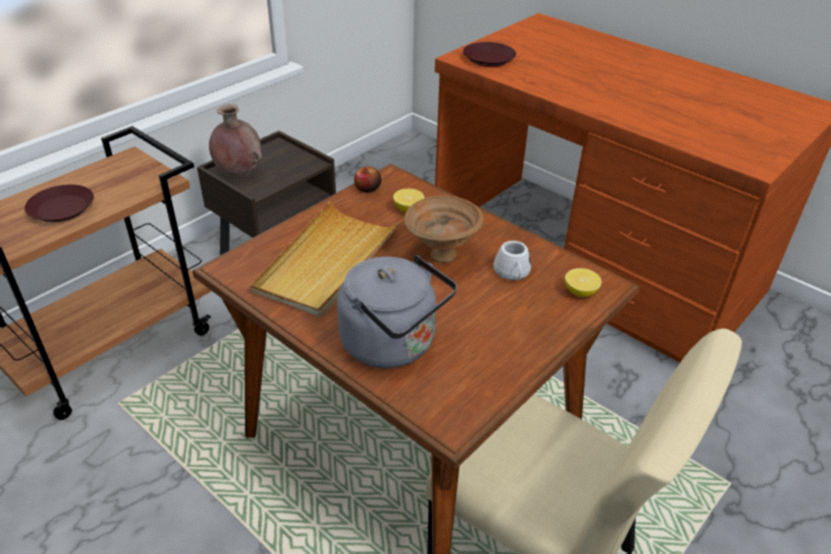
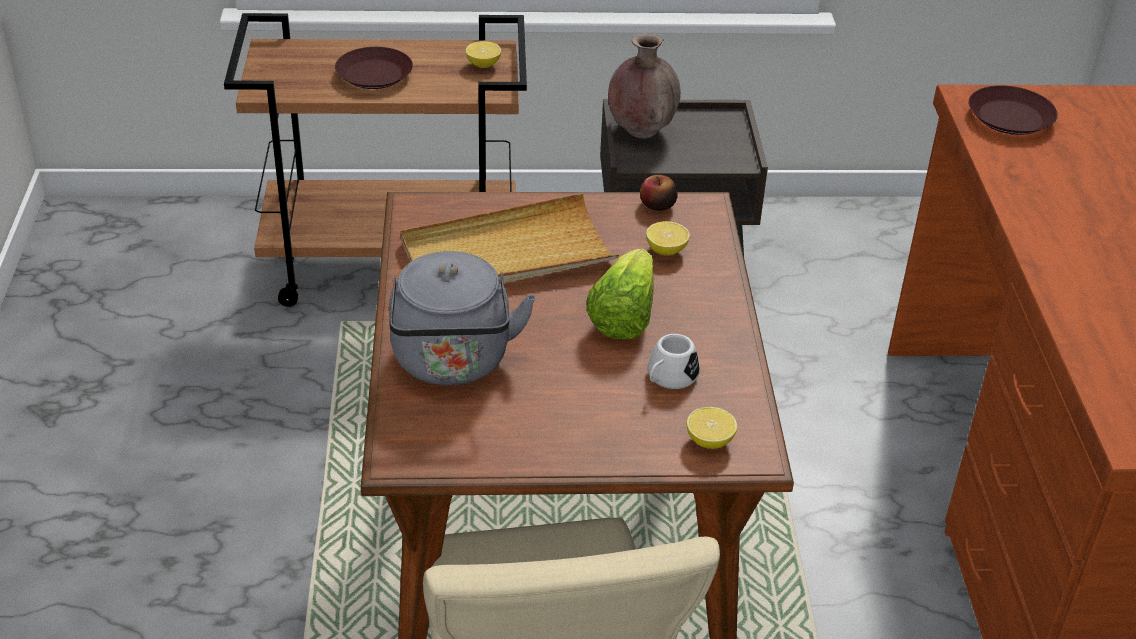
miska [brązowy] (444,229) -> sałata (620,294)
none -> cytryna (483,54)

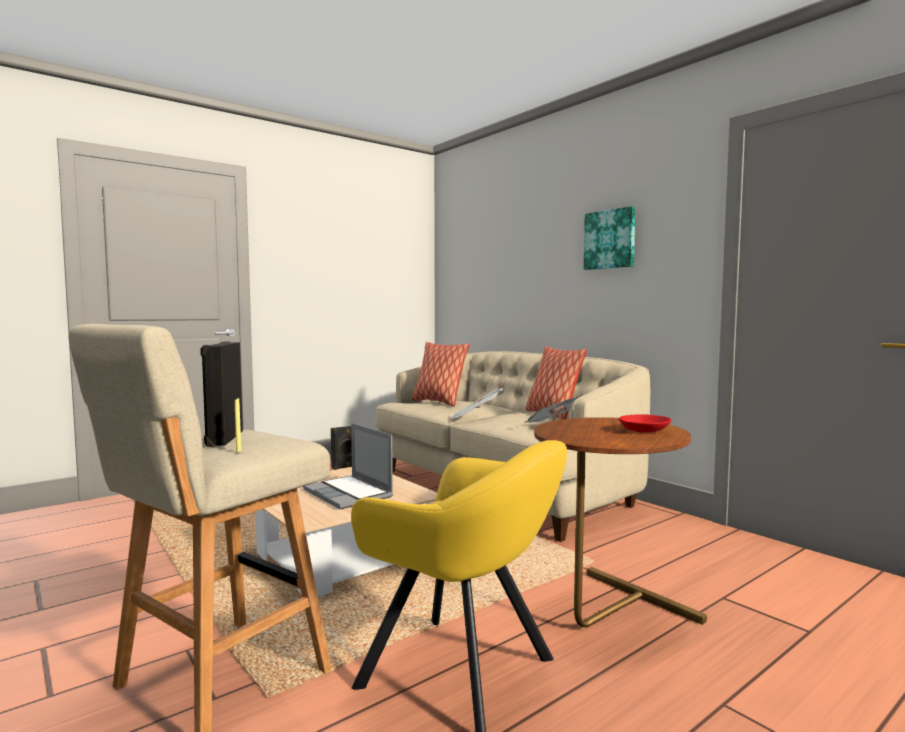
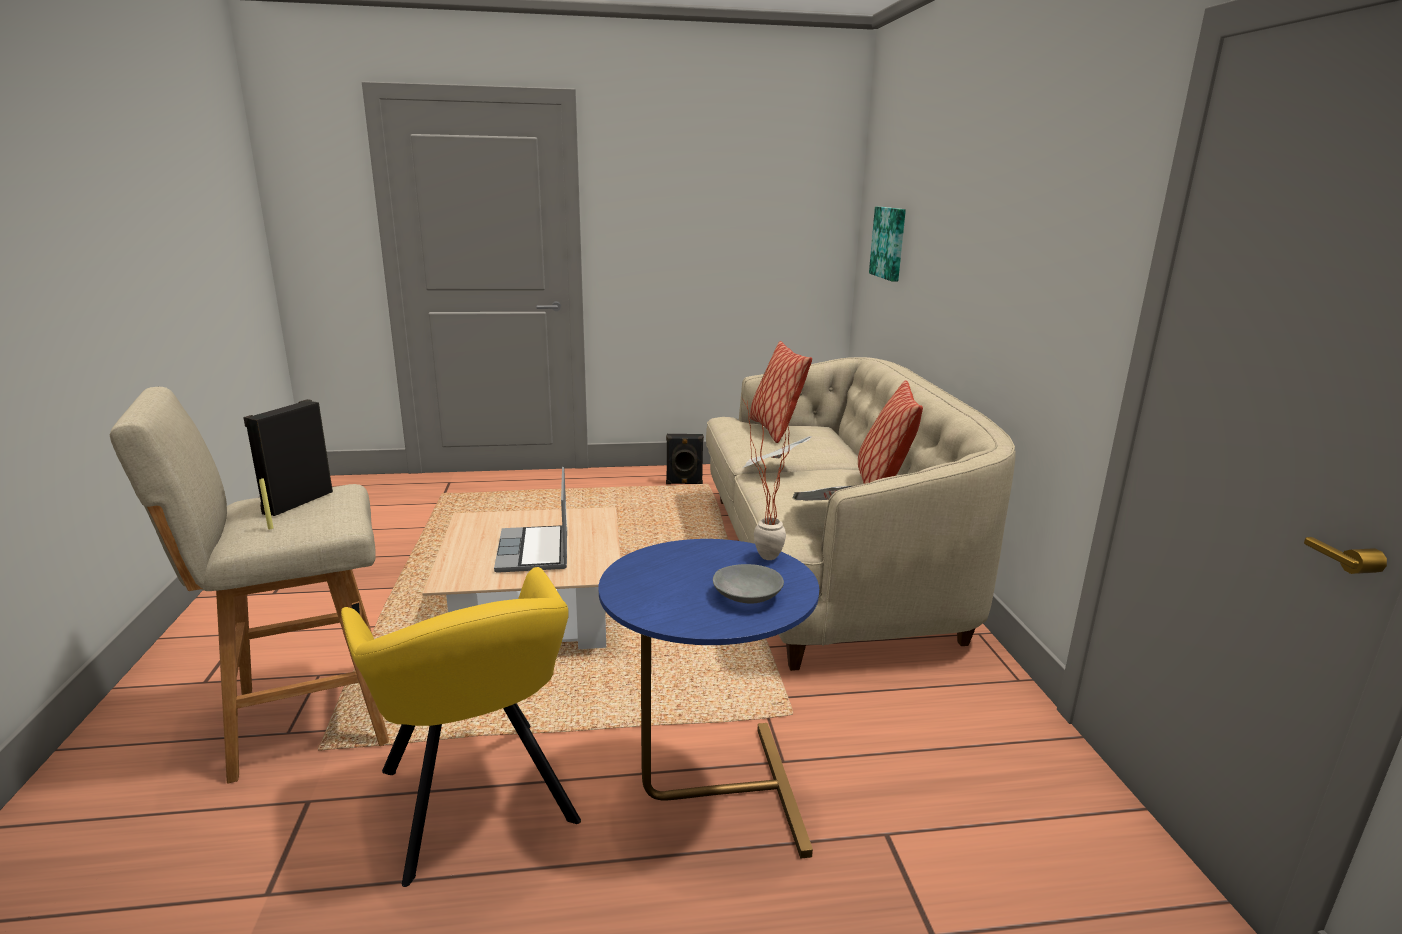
obraz (609,238) -> obraz (887,244), shifted
miska [czerwony] (645,423) -> miska [szary] (748,583)
stolik [brązowy] (620,522) -> stolik [niebieski] (709,699)
none -> roślina doniczkowa (766,463)

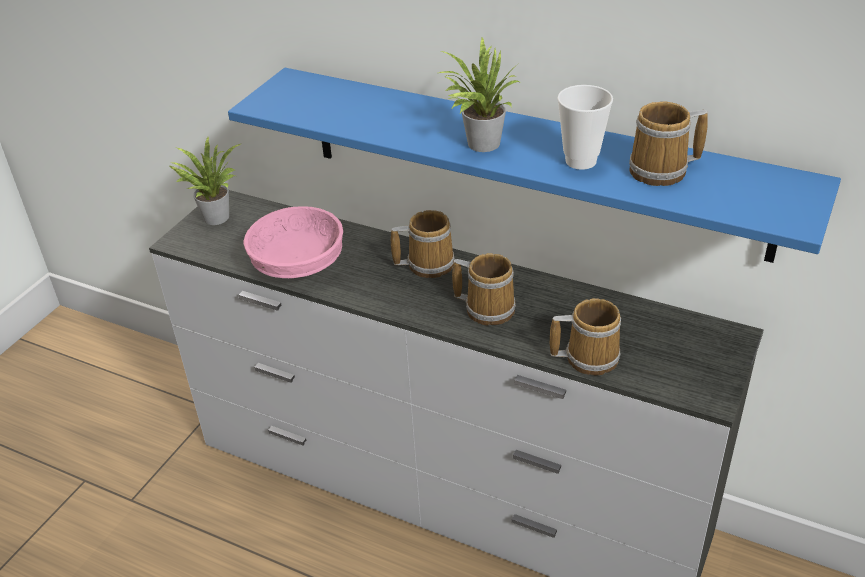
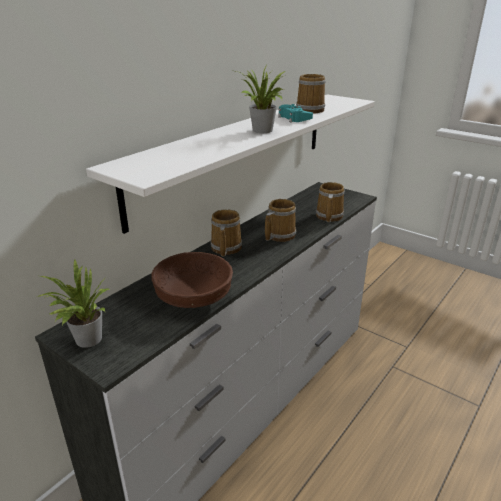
półka [niebieski] (534,165) -> półka [biały] (230,164)
filiżanka (585,127) -> pad do gier [turkusowy] (295,113)
miska [różowy] (293,242) -> miska [brązowy] (192,280)

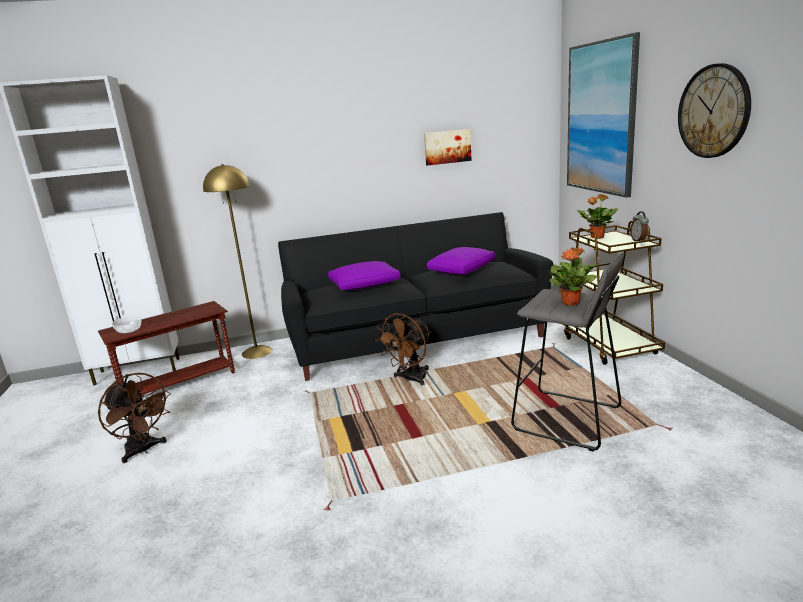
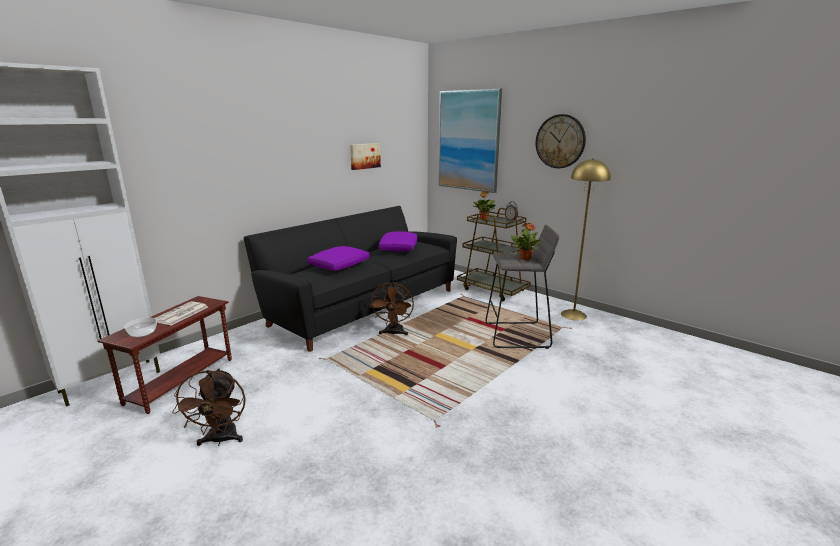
lampa stojąca [żółty] (237,261) -> lampa stojąca [żółty] (586,239), shifted
wentylator [brązowy] (134,418) -> wentylator [brązowy] (209,407), 75 degrees clockwise
none -> gazeta (181,313)

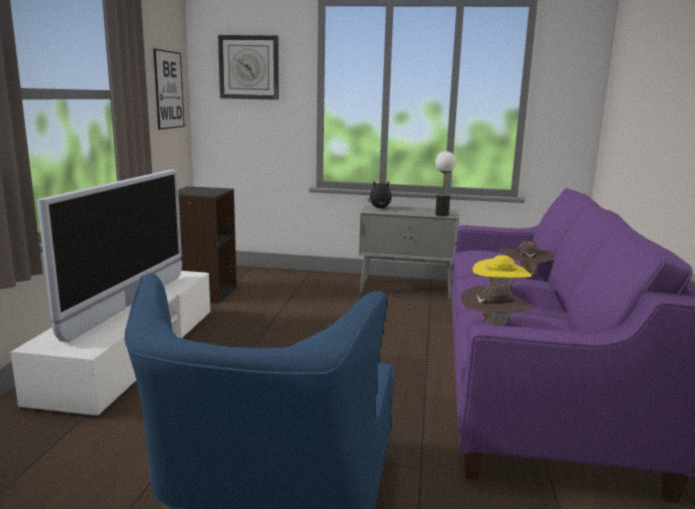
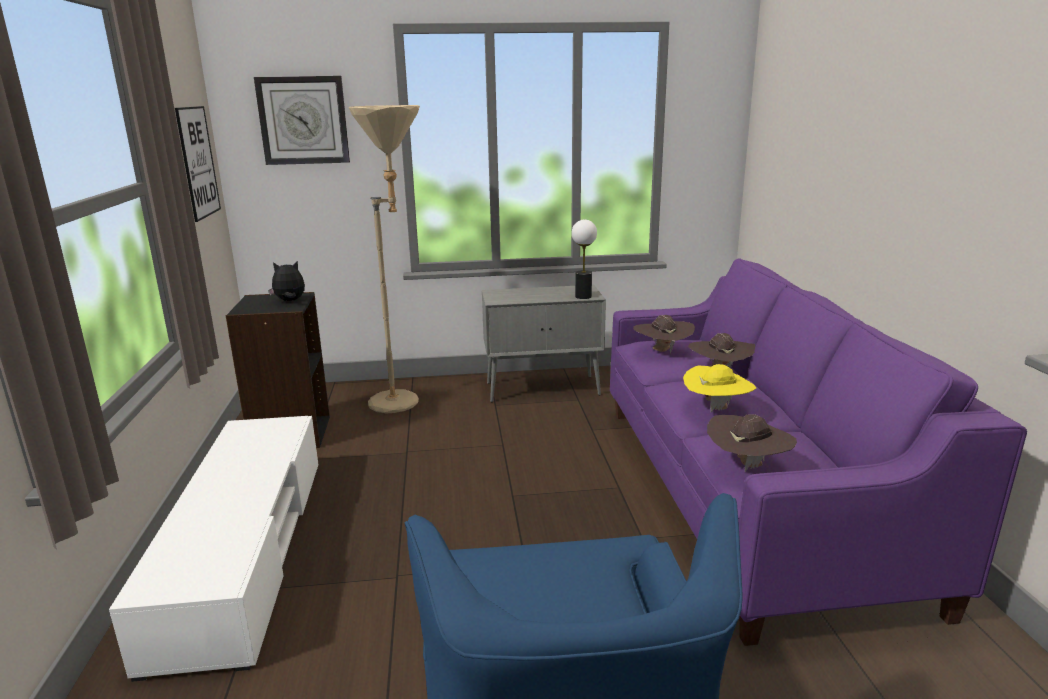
telewizor (109,255) -> none
pluszak (379,194) -> pluszak (286,281), shifted
none -> lampa stojąca [beżowy] (384,259)
none -> kapelusz [brązowy] (664,334)

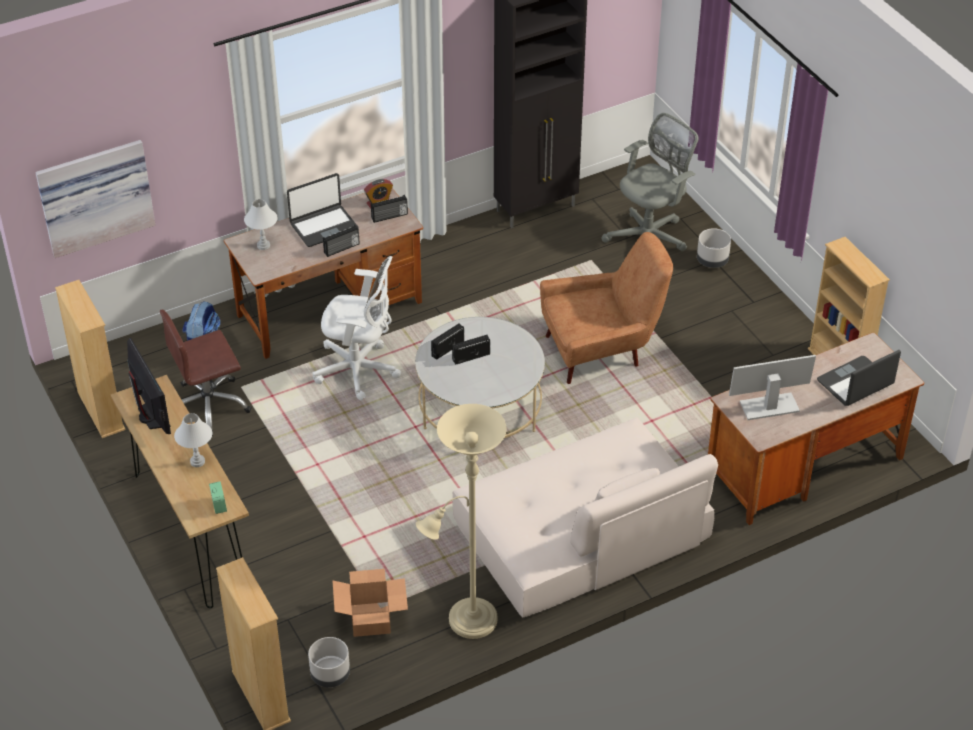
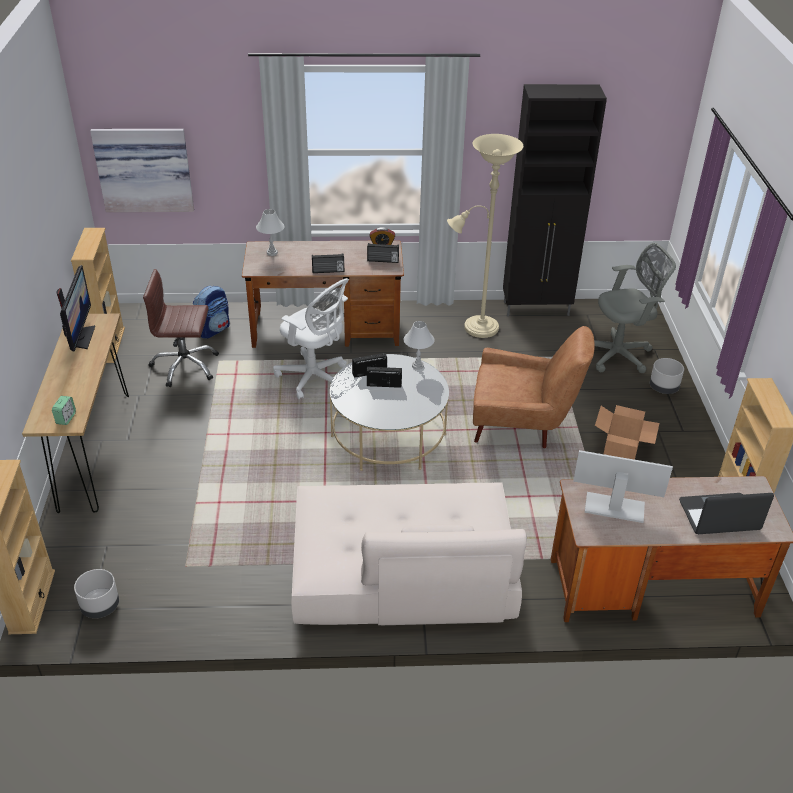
laptop (323,210) -> none
lampa stojąca [beżowy] (461,521) -> lampa stojąca [beżowy] (485,236), shifted
lampa stołowa [biały] (193,440) -> lampa stołowa [biały] (419,345), shifted
karton (370,603) -> karton (627,432), shifted

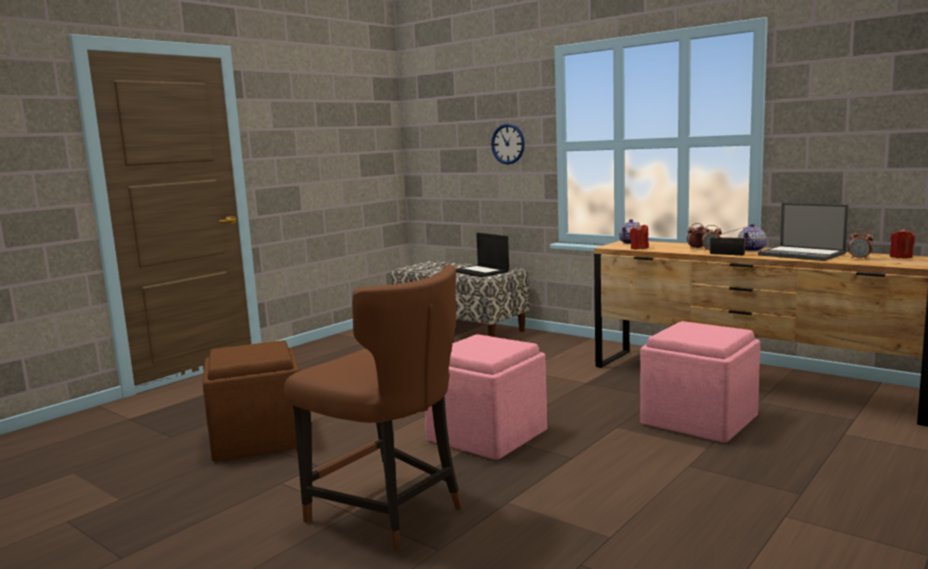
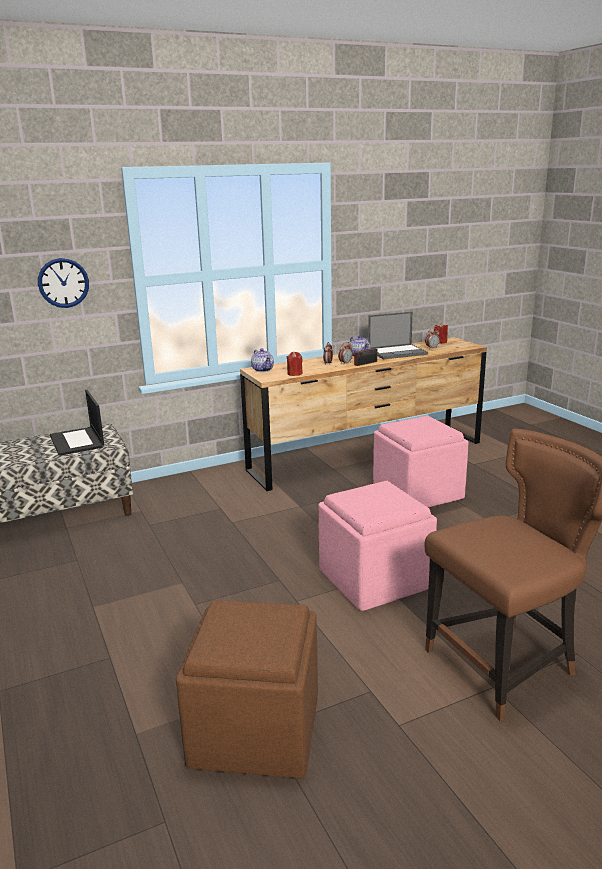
laptop (482,255) -> laptop (77,423), 75 degrees clockwise

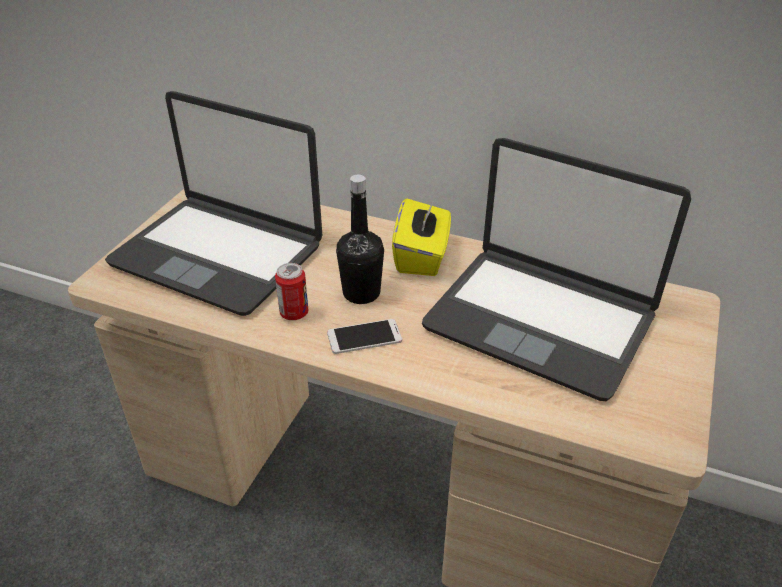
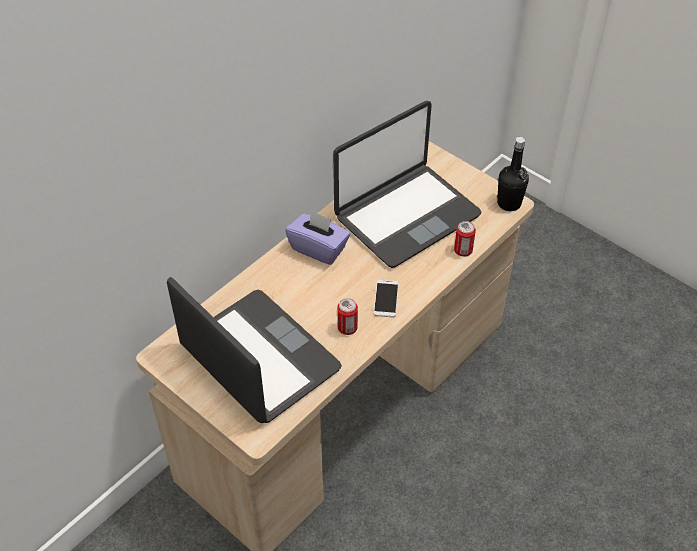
laptop (213,203) -> laptop (254,350), 90 degrees counterclockwise
butelka [czarny] (360,239) -> butelka [czarny] (513,174), shifted
pudełko chusteczek [żółty] (421,236) -> pudełko chusteczek [fioletowy] (317,237)
none -> puszka (465,239)

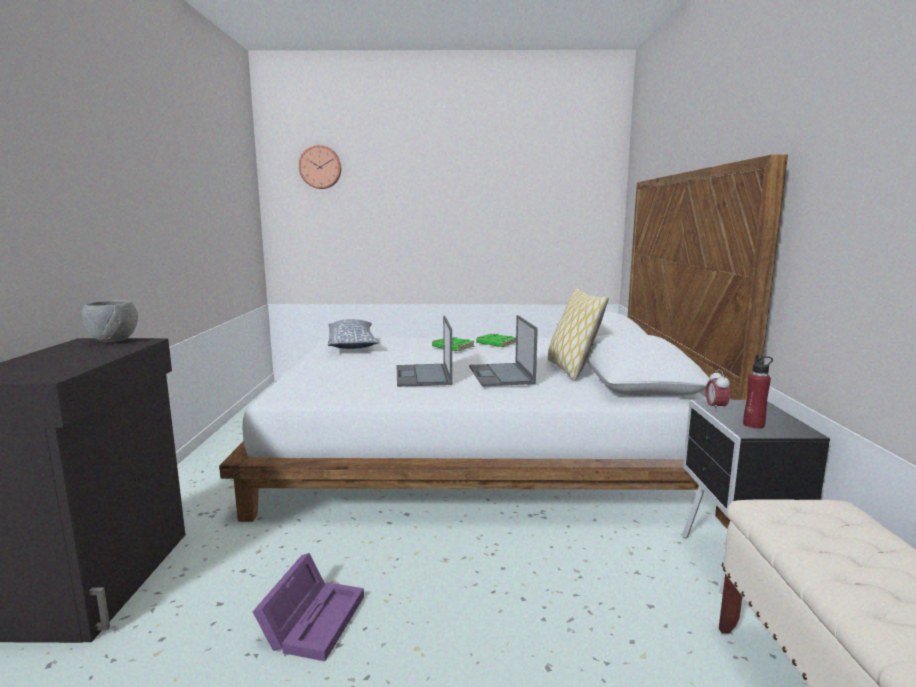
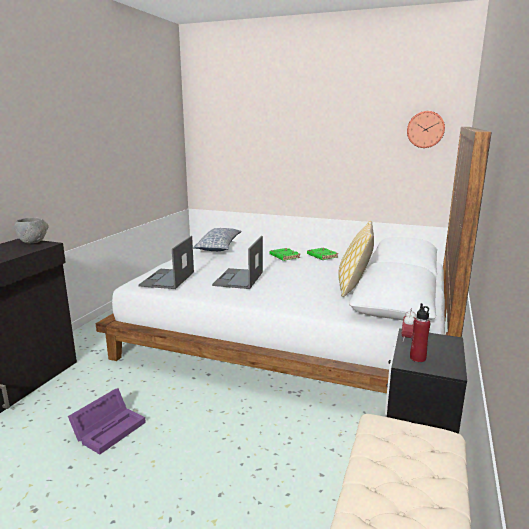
zegar ścienny (320,167) -> zegar ścienny (426,129), shifted
laptop (503,350) -> laptop (166,262), shifted

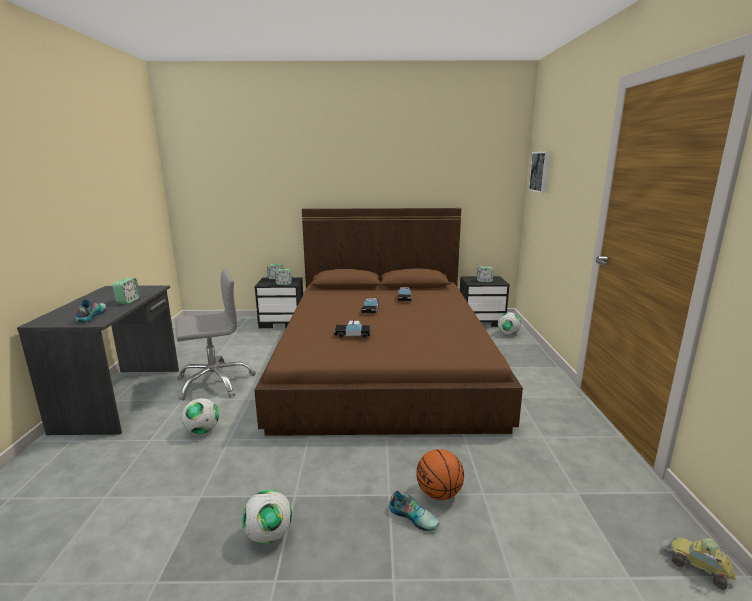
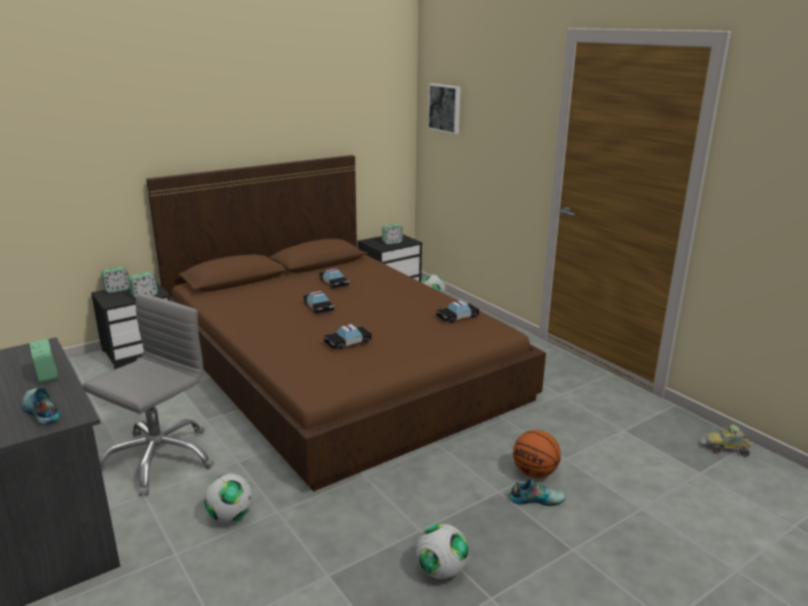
none -> samochodzik (458,312)

